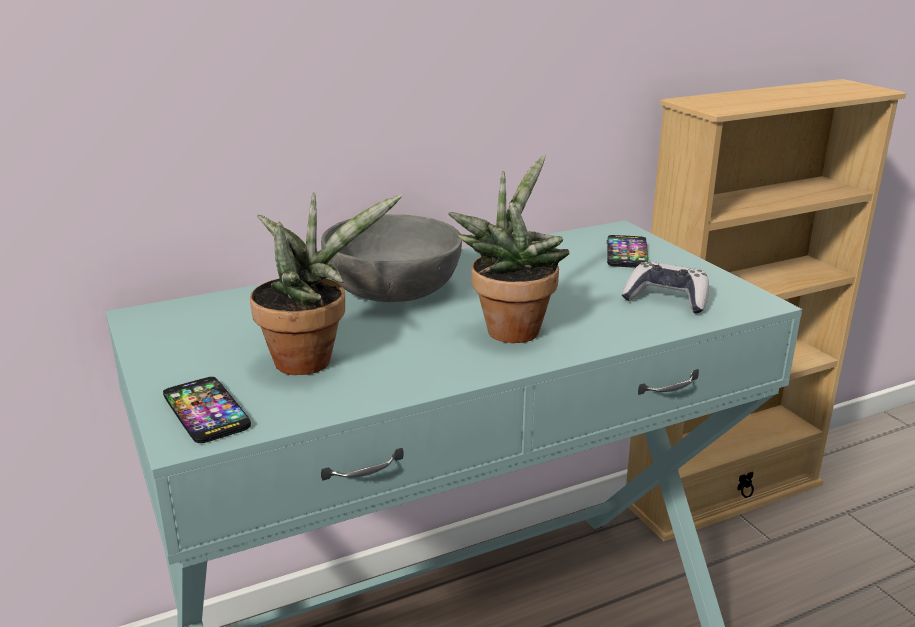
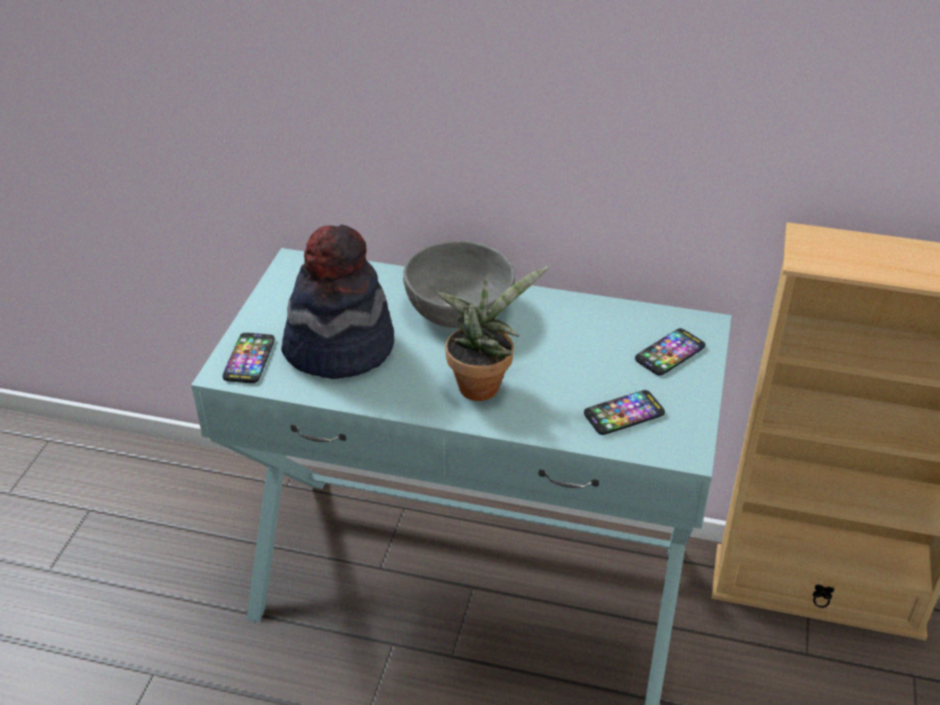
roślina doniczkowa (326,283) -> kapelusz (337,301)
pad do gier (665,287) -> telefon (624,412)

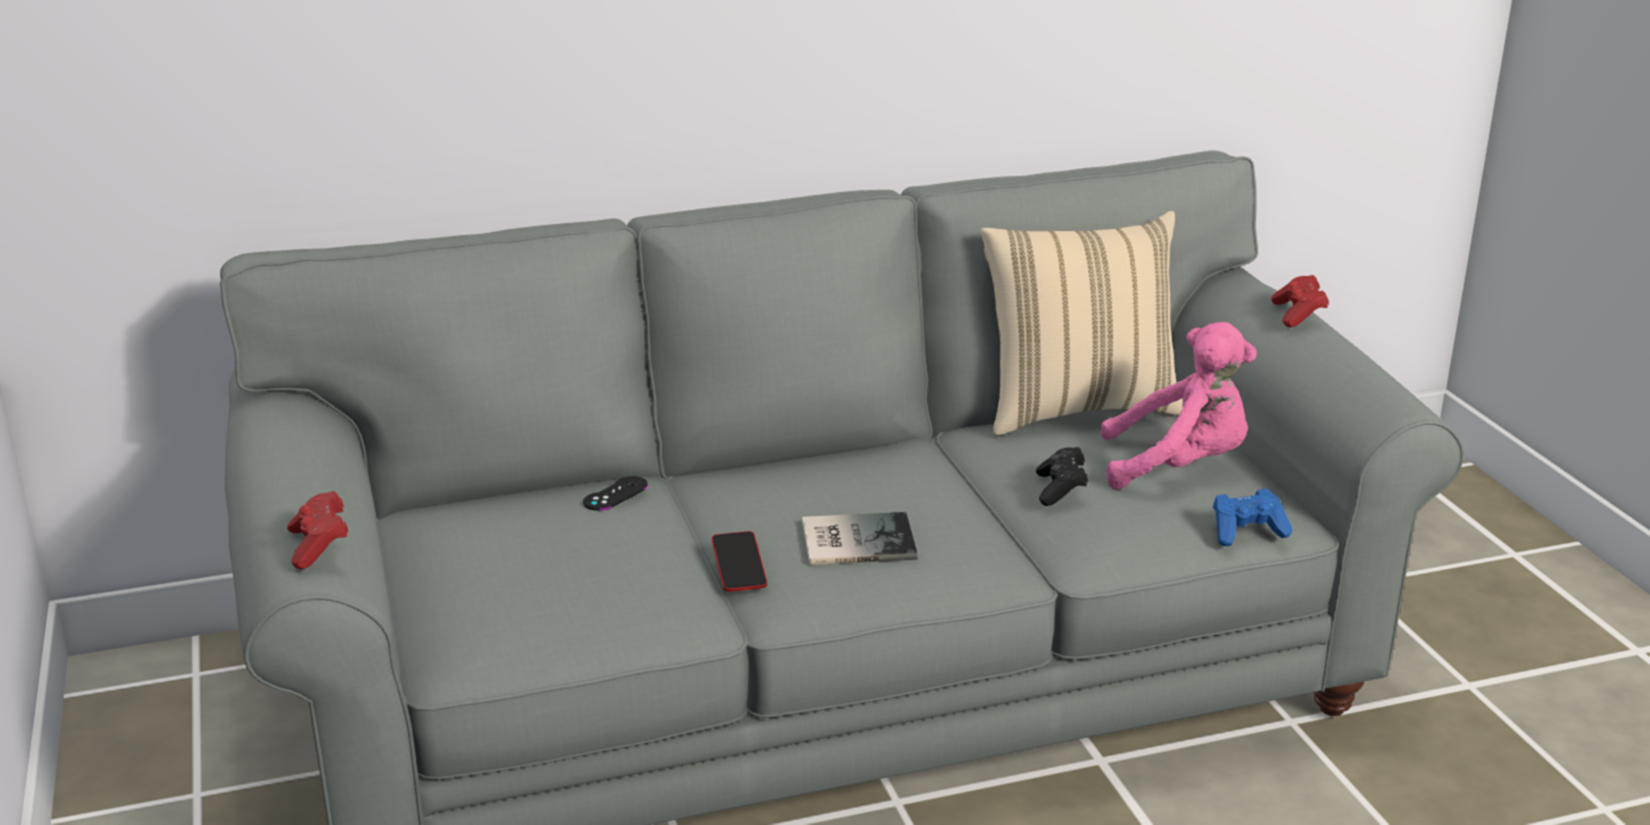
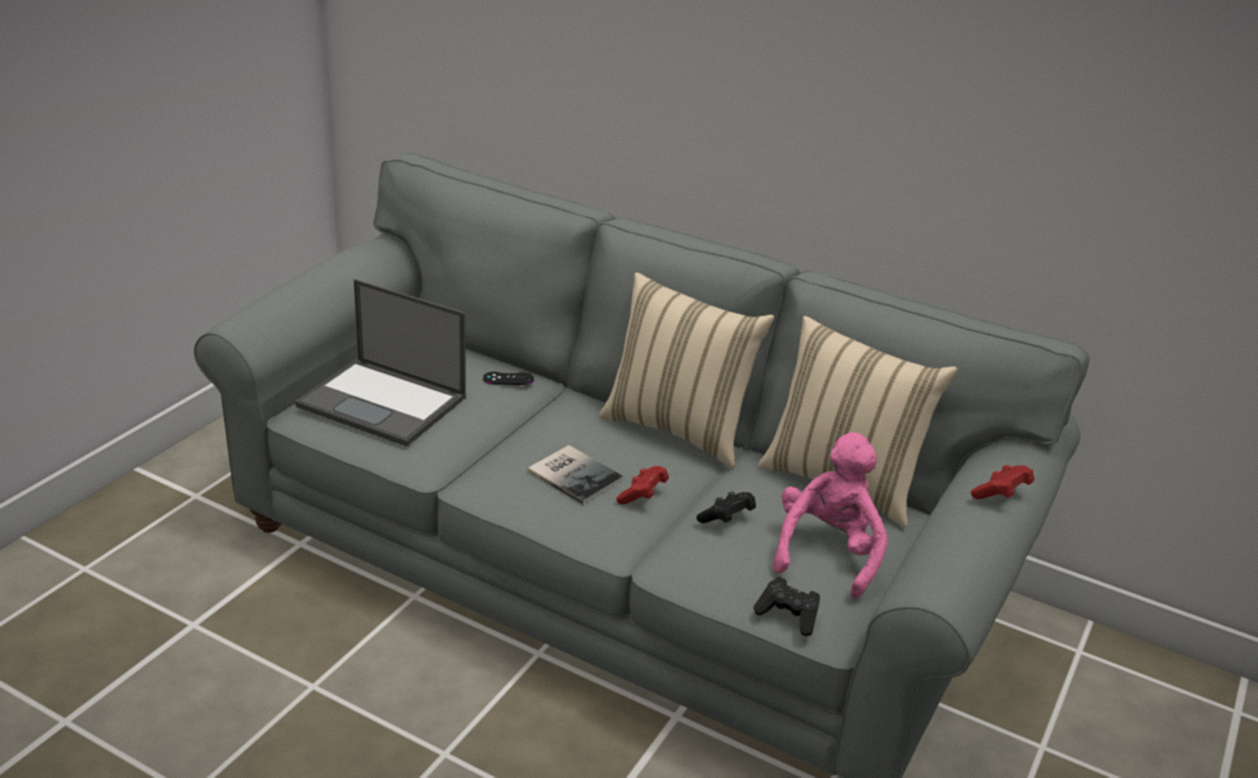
pluszak [różowy] (1178,406) -> pluszak [różowy] (830,515), 120 degrees counterclockwise
pad do gier [niebieski] (1252,517) -> pad do gier [czarny] (786,606)
pad do gier [czerwony] (317,530) -> pad do gier [czerwony] (642,485), shifted
telefon (739,561) -> none
none -> poduszka [beżowy] (686,370)
none -> laptop (380,362)

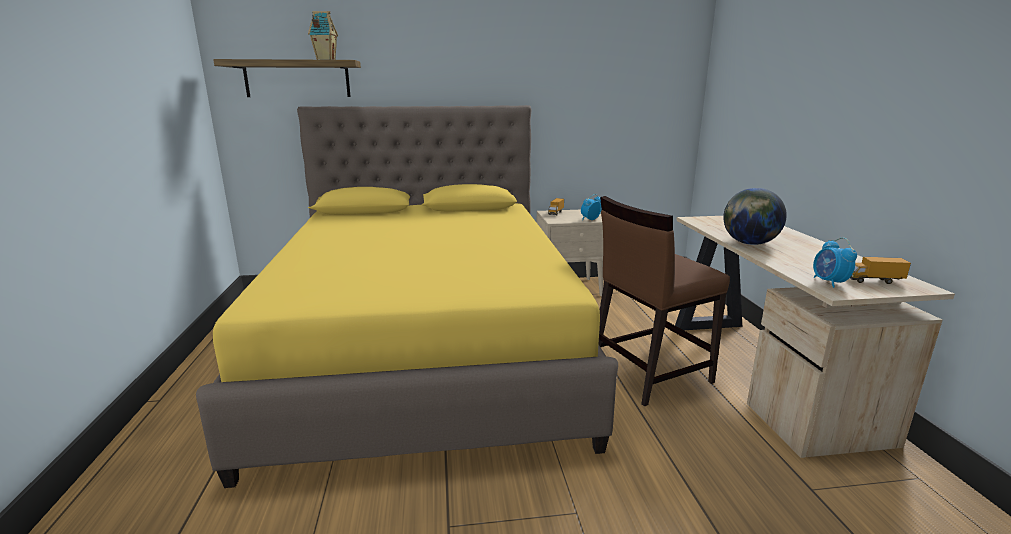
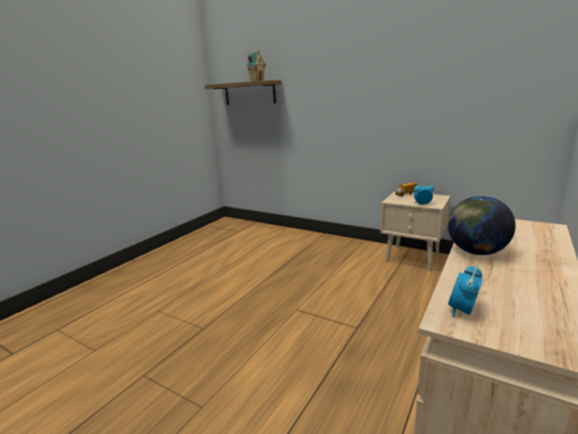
łóżko [żółty] (407,296) -> none
krzesło [brązowy] (664,301) -> none
ciężarówka zabawkowa (880,270) -> none

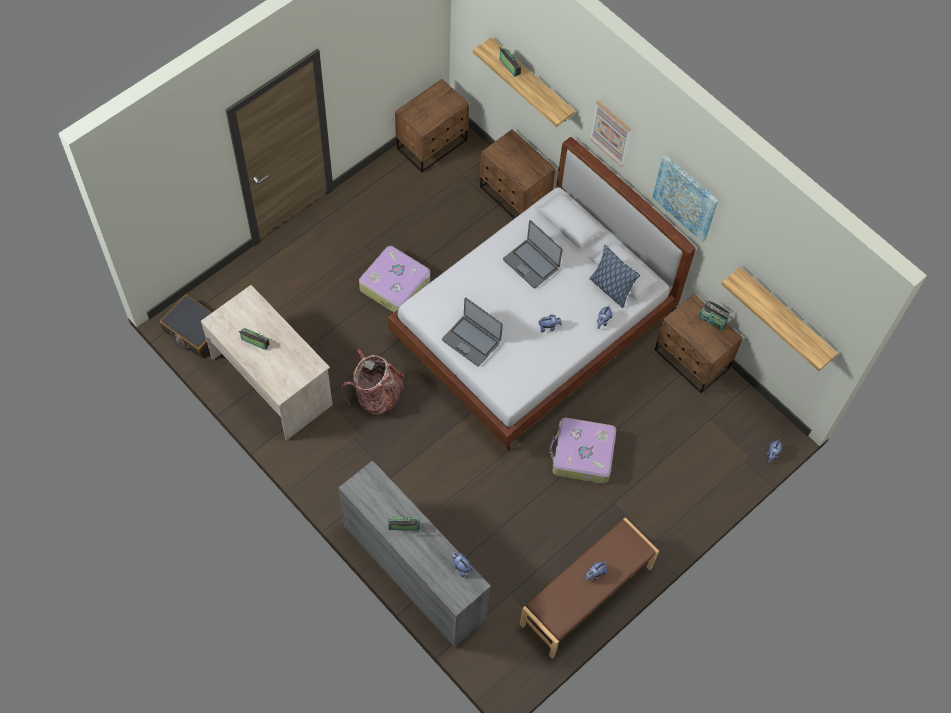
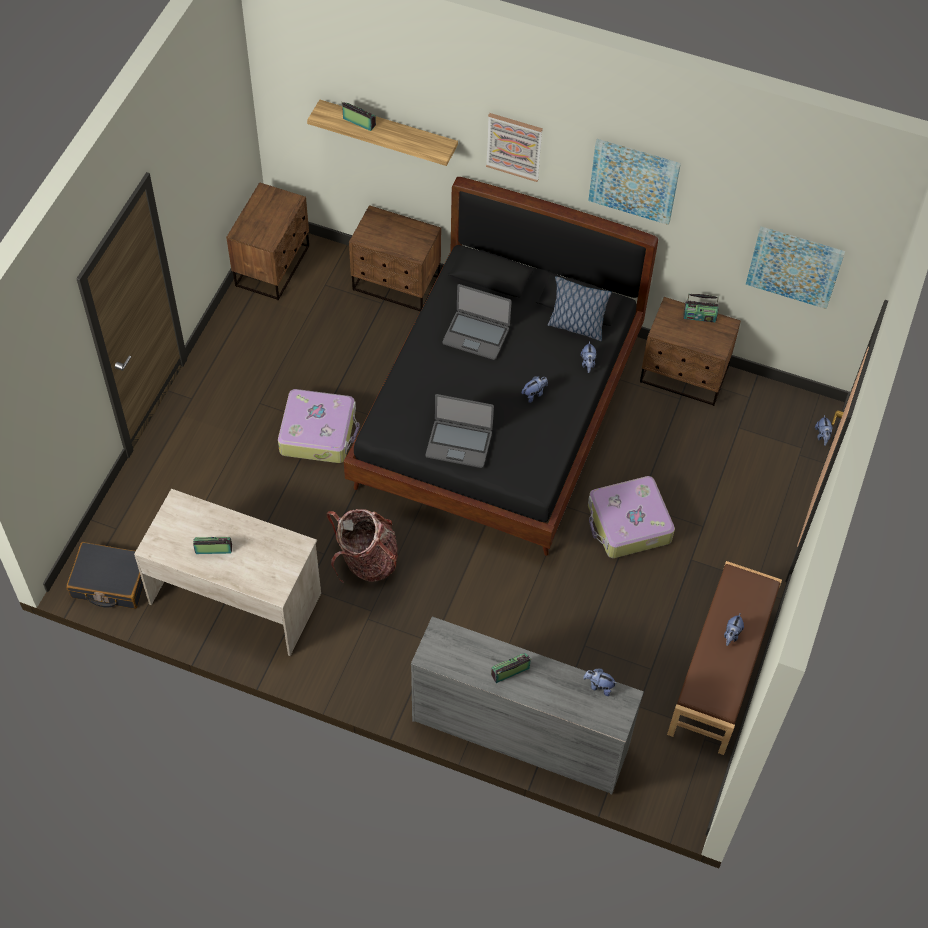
łóżko [biały] (542,294) -> łóżko [czarny] (501,366)
półka (779,319) -> obraz (795,267)

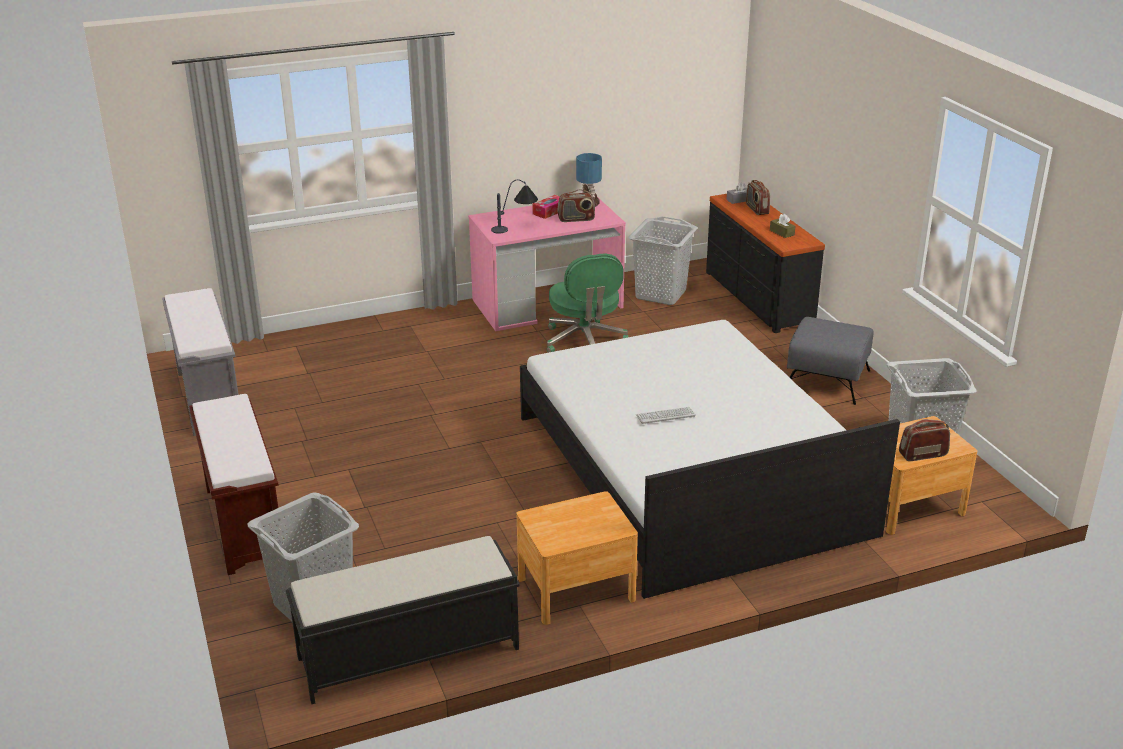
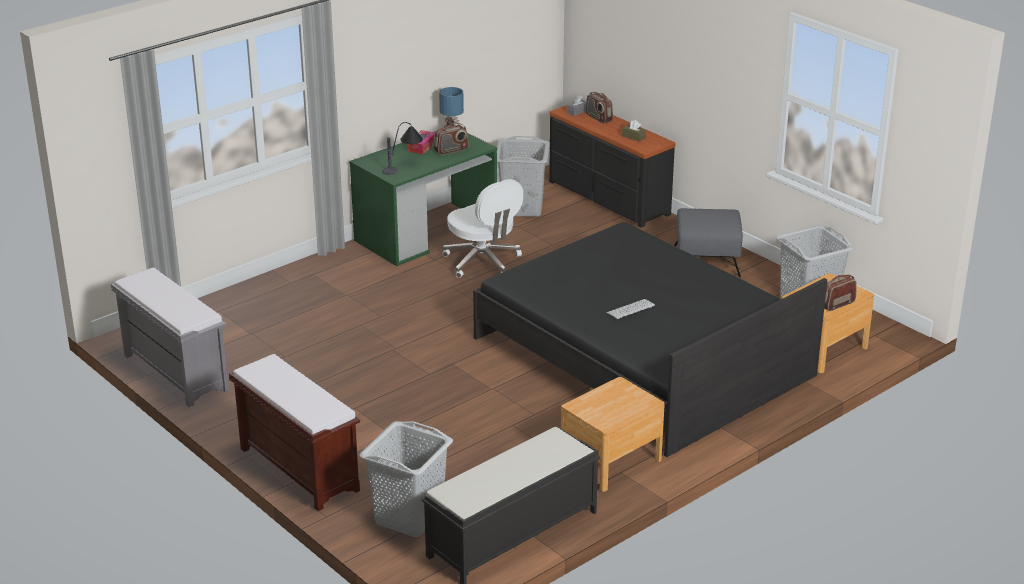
biurko [różowy] (547,265) -> biurko [zielony] (423,198)
krzesło biurowe [zielony] (587,303) -> krzesło biurowe [biały] (483,228)
łóżko [biały] (710,459) -> łóżko [czarny] (650,339)

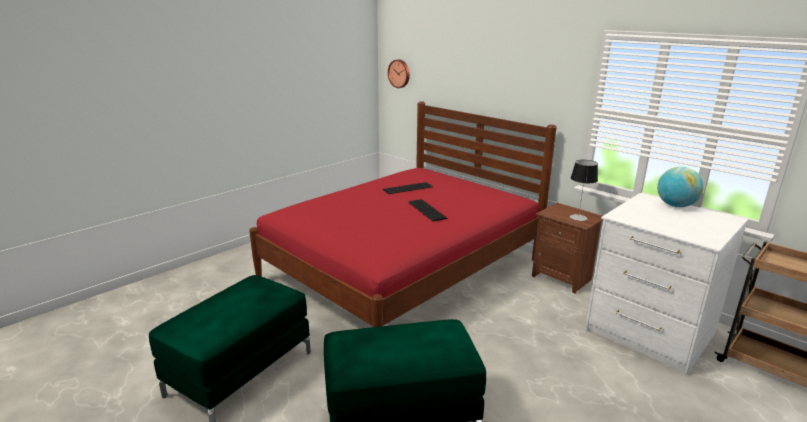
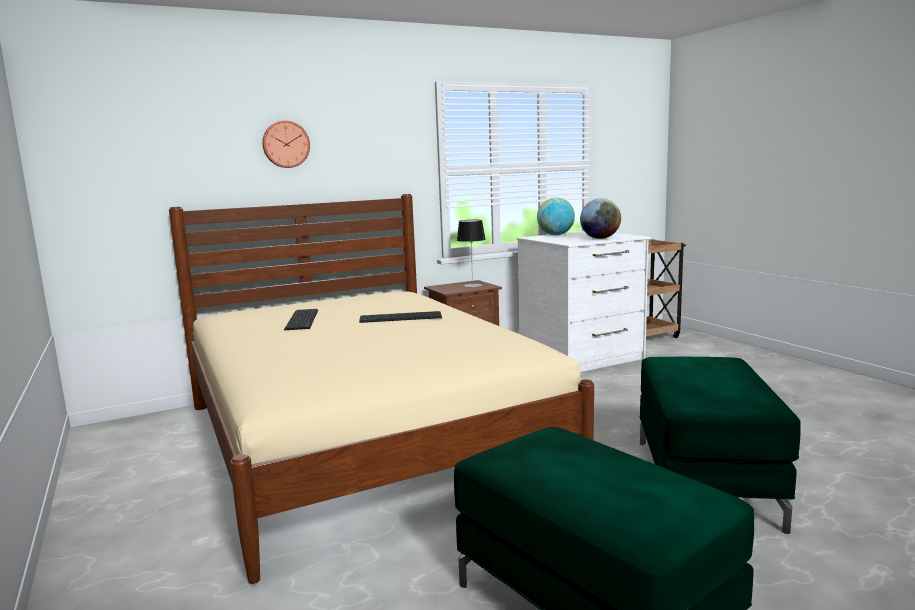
zegar ścienny (399,73) -> zegar ścienny (286,144), shifted
łóżko [czerwony] (403,214) -> łóżko [beżowy] (381,389)
none -> globus (600,218)

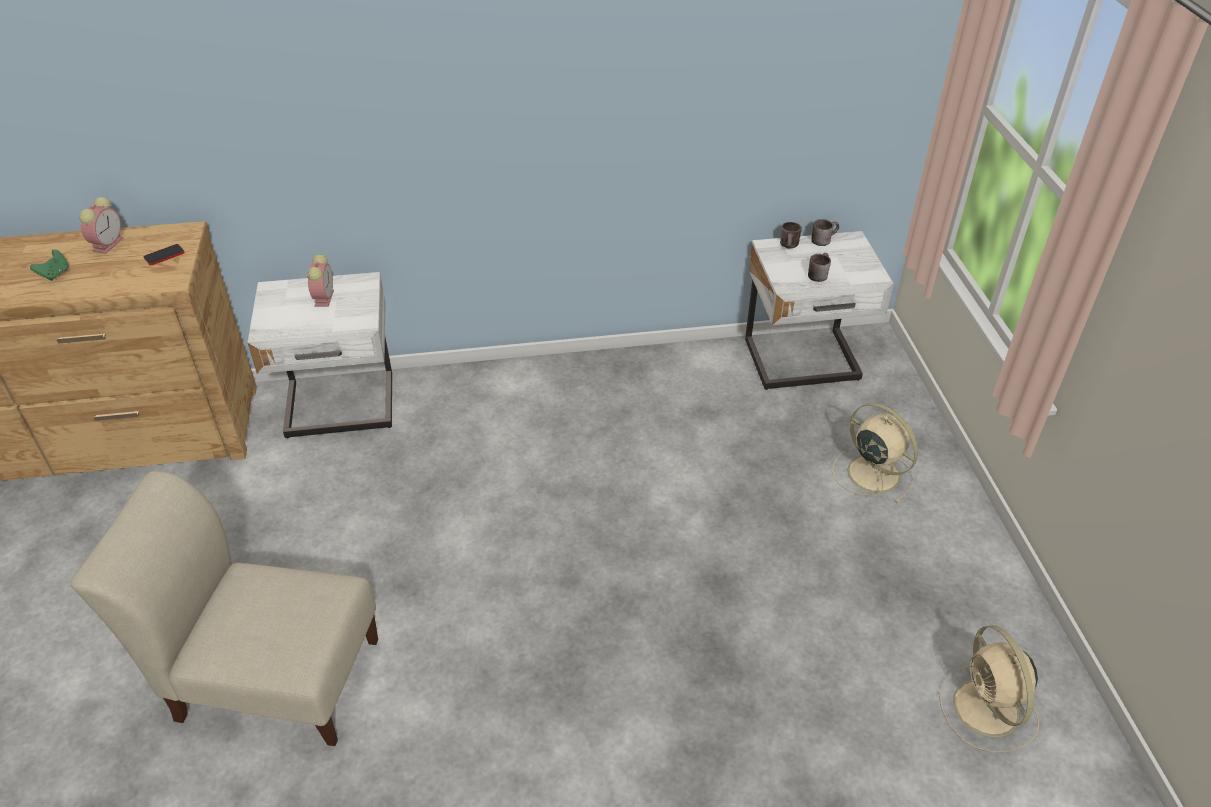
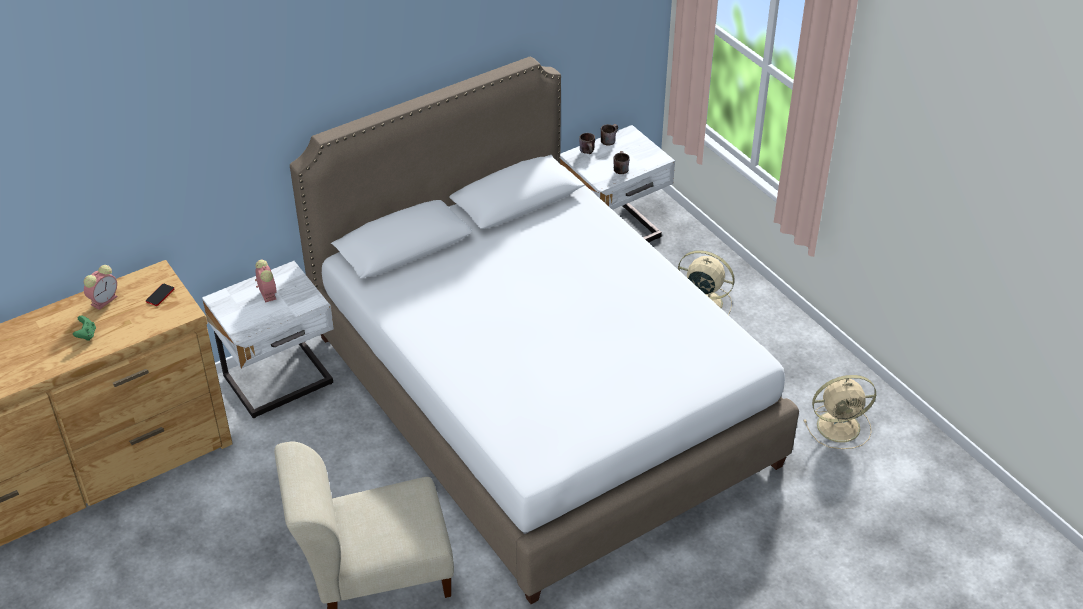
budzik (101,225) -> budzik (101,287), 45 degrees clockwise
wentylator [beżowy] (989,689) -> wentylator [beżowy] (839,412), 60 degrees counterclockwise
none -> łóżko [biały] (544,330)

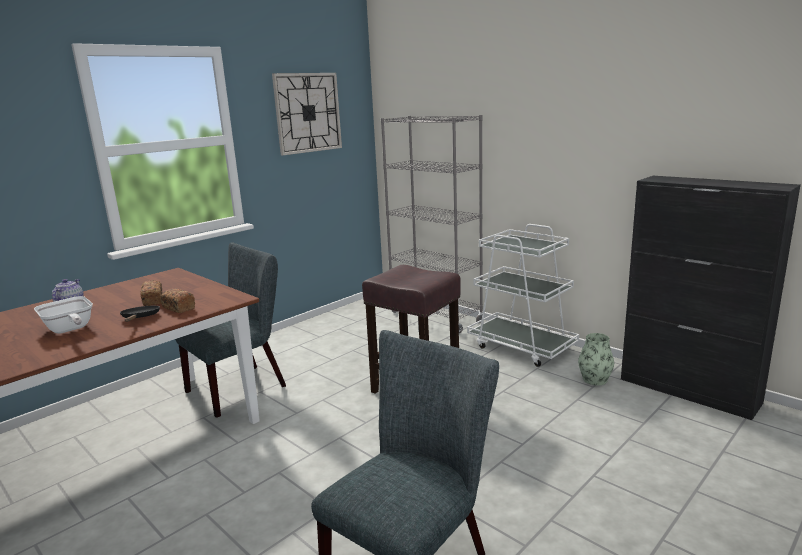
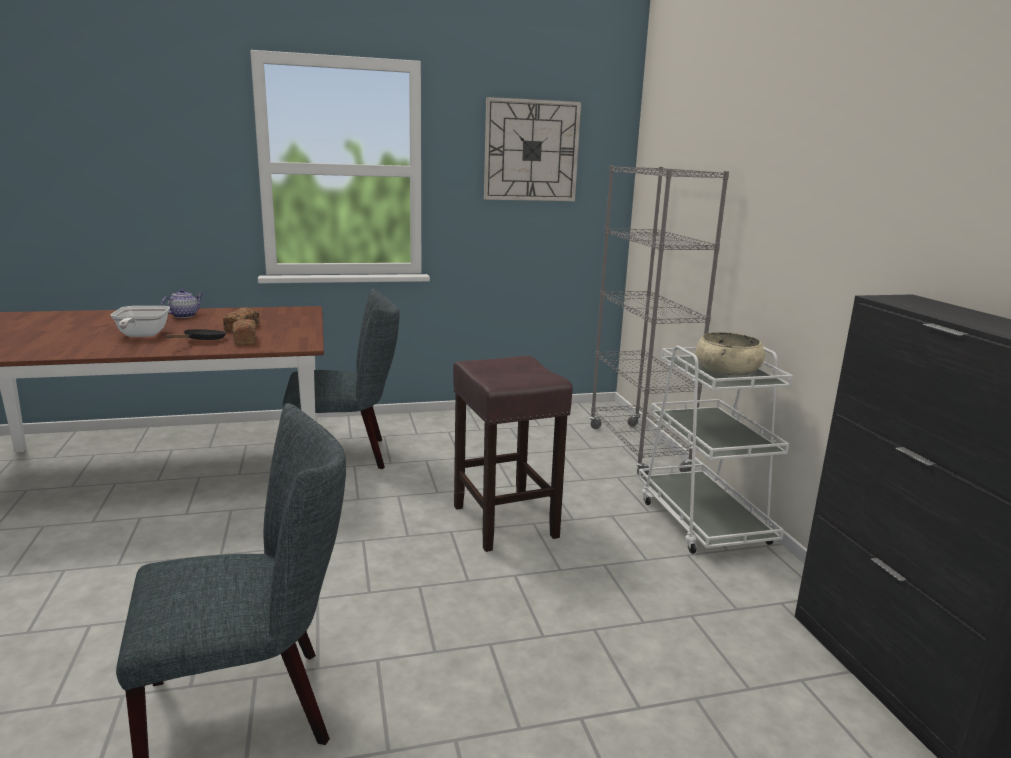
wazon (596,359) -> none
none -> miska [beżowy] (730,353)

